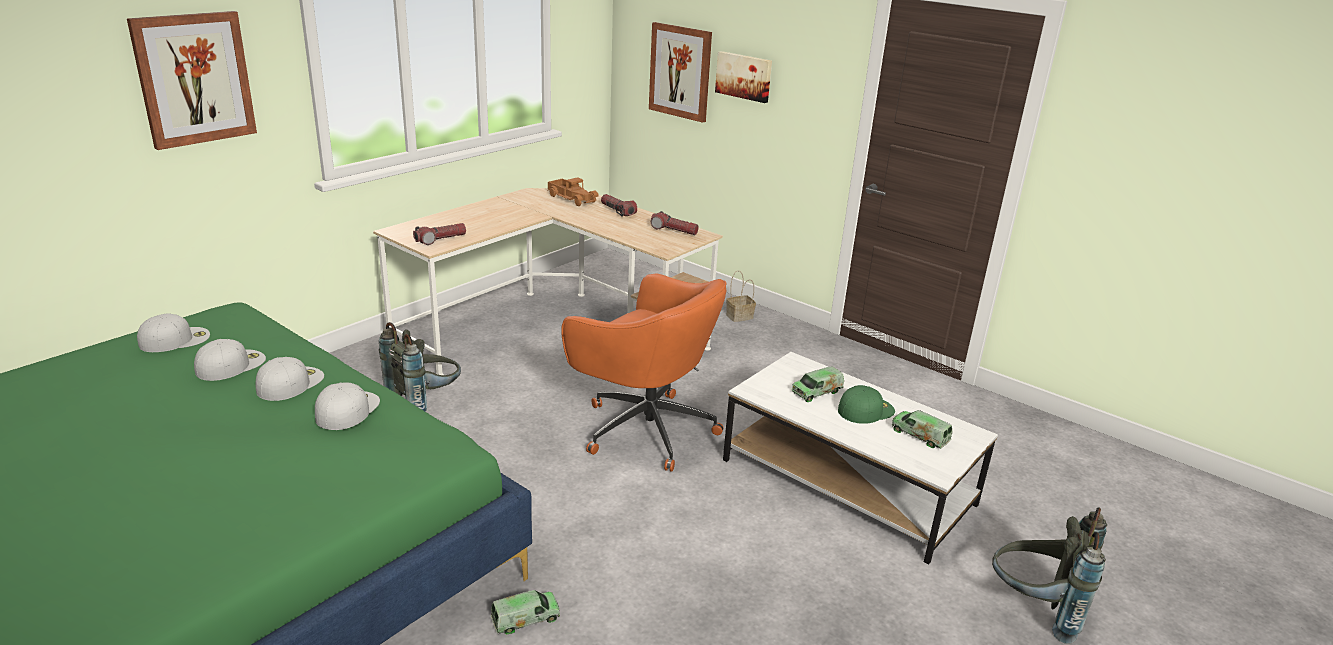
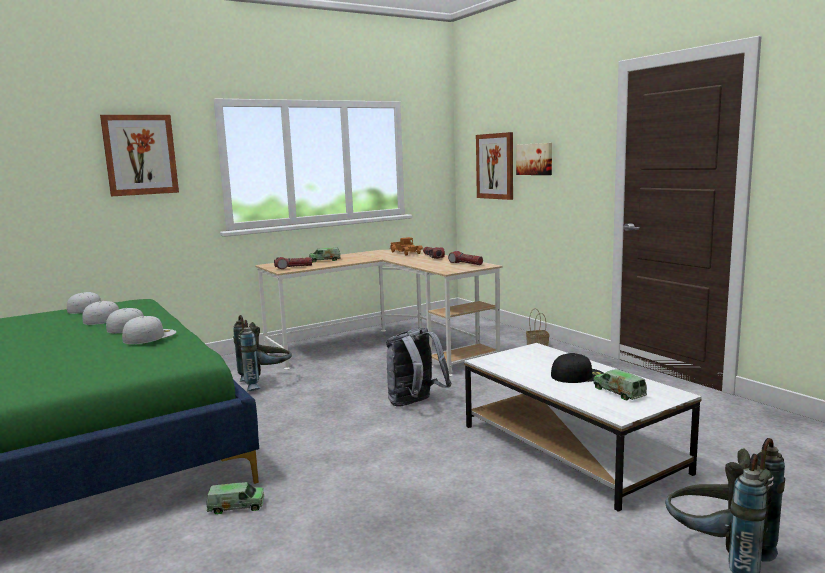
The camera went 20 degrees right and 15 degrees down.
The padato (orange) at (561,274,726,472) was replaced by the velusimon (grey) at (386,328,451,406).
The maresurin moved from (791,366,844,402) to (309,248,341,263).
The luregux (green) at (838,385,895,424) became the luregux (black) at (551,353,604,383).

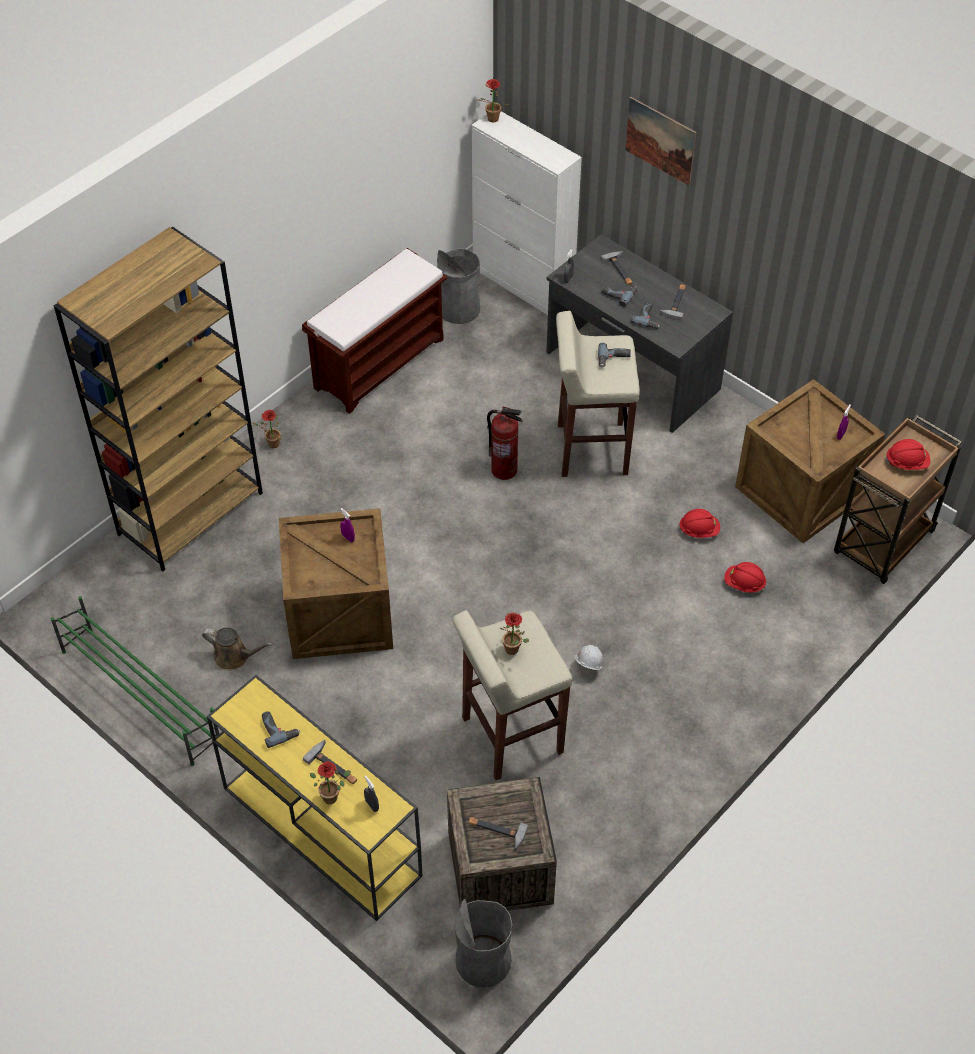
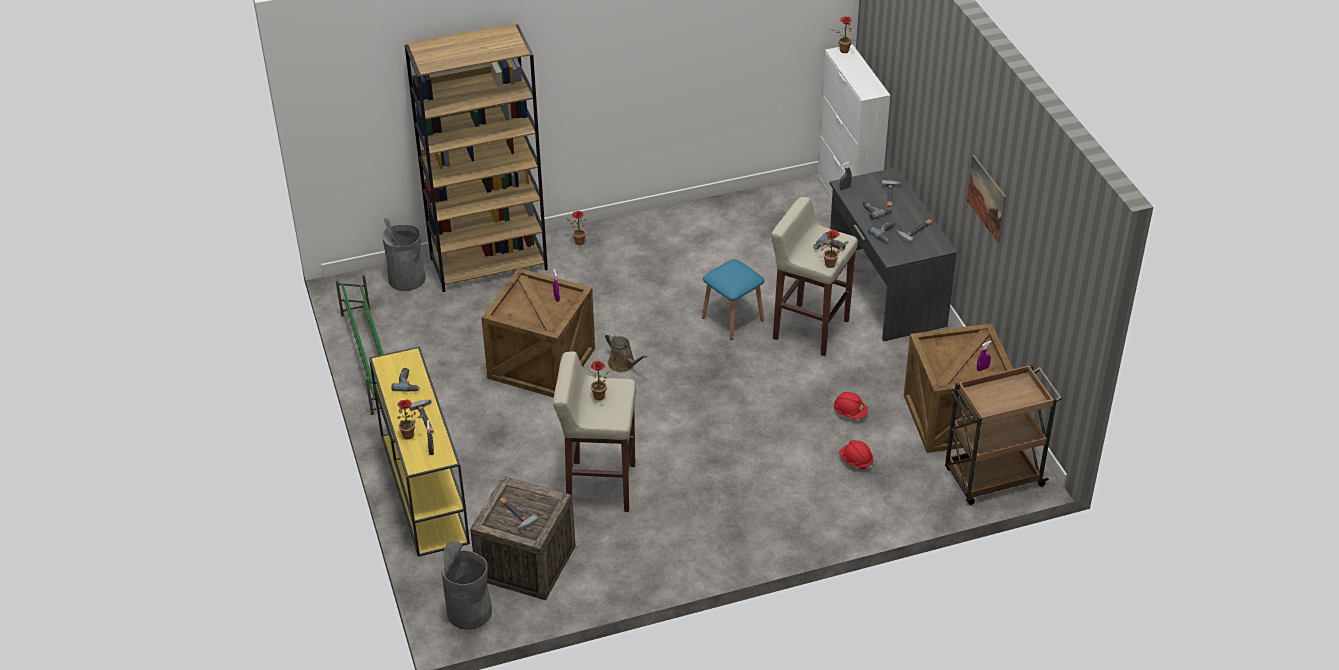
The camera went 30 degrees right and 10 degrees down.
The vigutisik moved from (625,97,697,185) to (967,155,1006,243).
The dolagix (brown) at (302,248,447,414) disappeared.
The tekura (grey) moved from (437,248,480,324) to (382,218,426,291).
The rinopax at (487,407,522,480) was replaced by the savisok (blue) at (702,259,765,340).
The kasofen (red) at (885,439,930,470) disappeared.
The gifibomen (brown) moved from (202,627,273,670) to (605,333,648,372).
The kasofen (white) at (575,645,603,670) disappeared.
The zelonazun at (819,230,849,268) appeared.

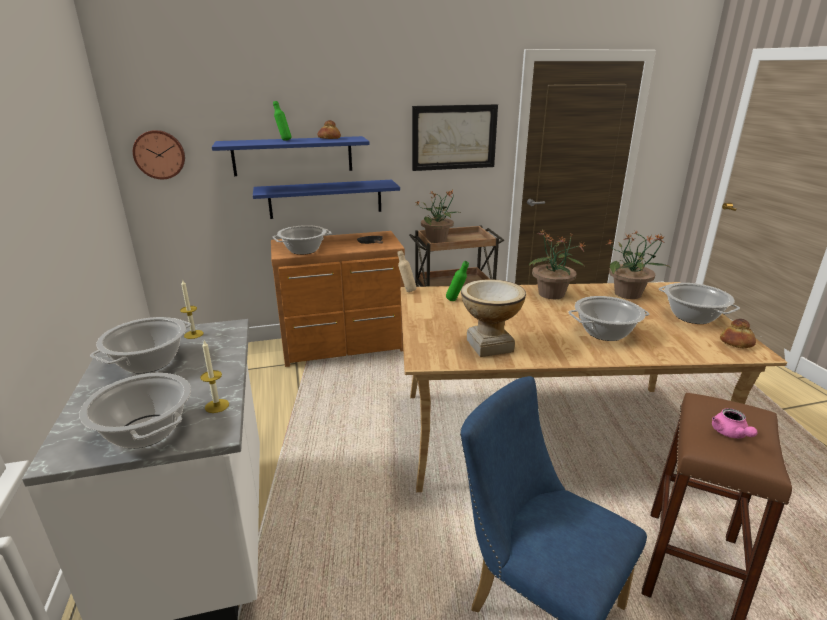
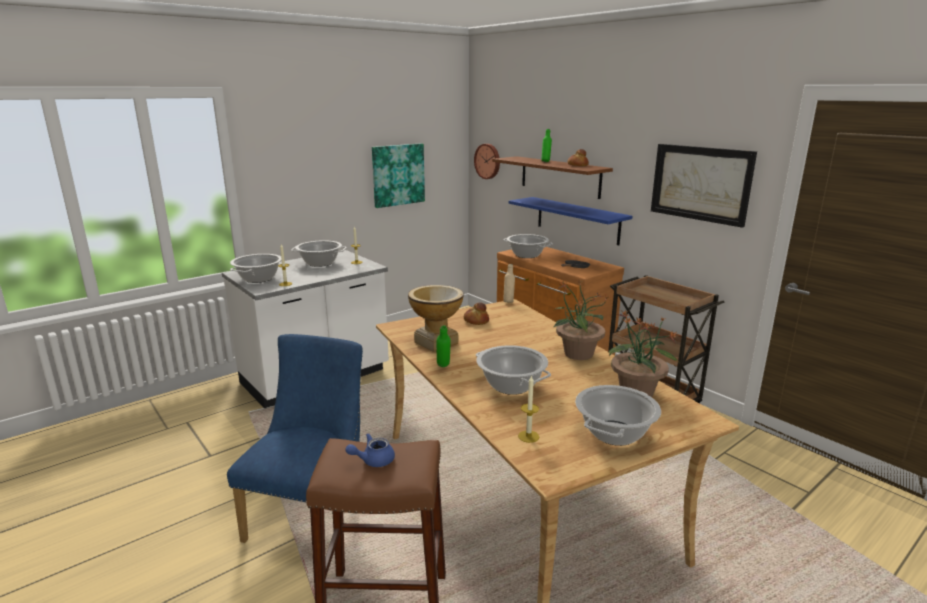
The camera went 65 degrees right and 5 degrees down.
The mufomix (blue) at (212,136,370,176) became the mufomix (brown) at (492,156,613,199).
The zelonazun at (416,190,460,243) disappeared.
The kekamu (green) moved from (446,261,469,301) to (437,325,451,367).
The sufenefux moved from (720,319,756,348) to (464,302,489,325).
The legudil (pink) at (712,408,758,438) became the legudil (blue) at (345,433,395,467).
The vigutisik at (372,143,425,208) appeared.
The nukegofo at (518,375,539,443) appeared.

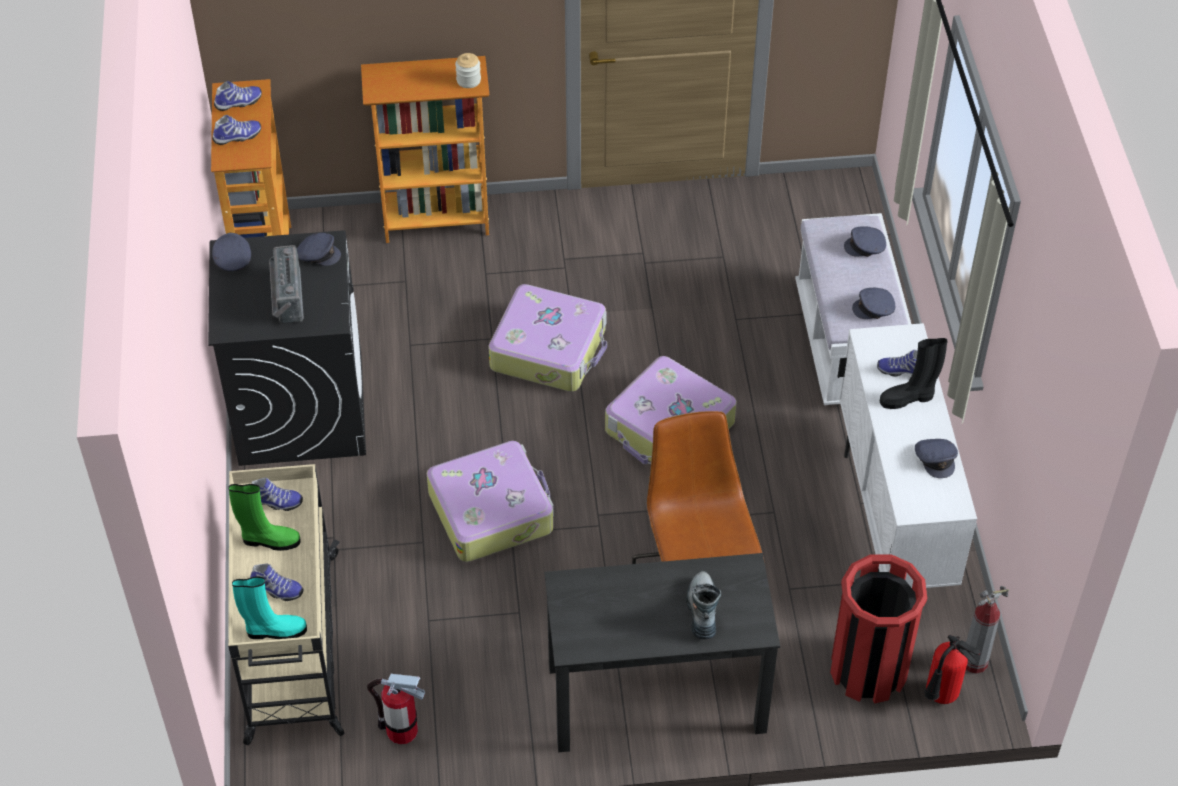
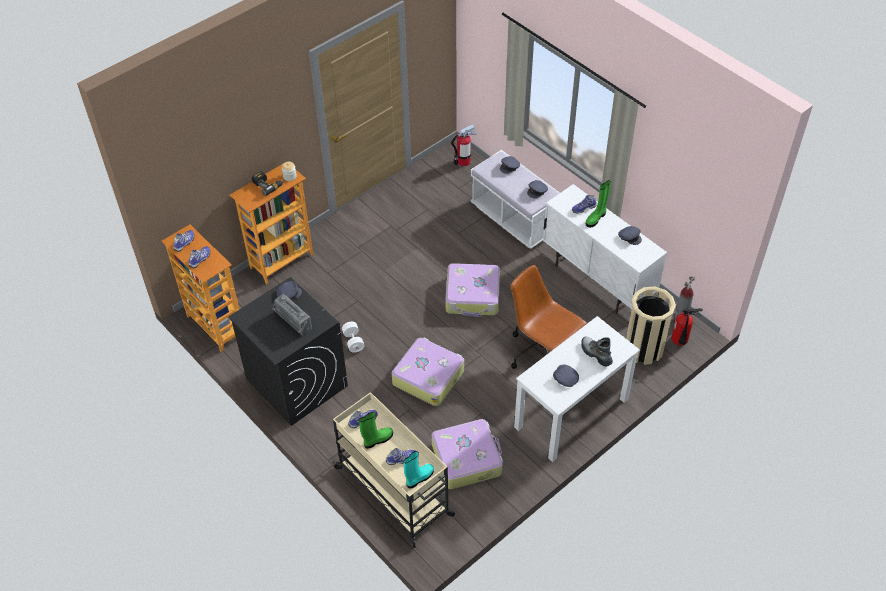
The camera went 35 degrees left and 0 degrees up.
The luregux (grey) moved from (212,233,251,271) to (553,365,579,387).
The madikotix moved from (488,284,607,392) to (432,419,503,489).
The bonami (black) at (880,338,947,409) became the bonami (green) at (586,180,611,228).
The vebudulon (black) at (544,553,780,752) became the vebudulon (white) at (514,316,640,462).
The tekura (red) at (830,555,927,704) became the tekura (beige) at (626,286,676,365).
The rinopax moved from (367,674,425,744) to (451,125,476,166).
The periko at (252,171,284,196) appeared.
The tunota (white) at (342,322,364,353) appeared.

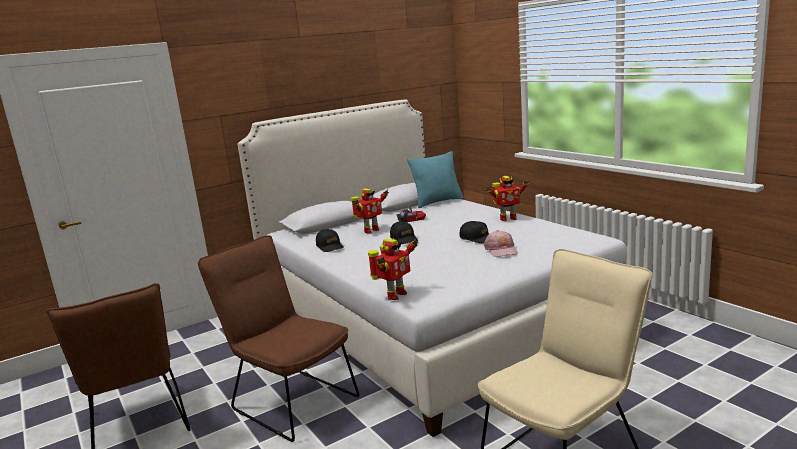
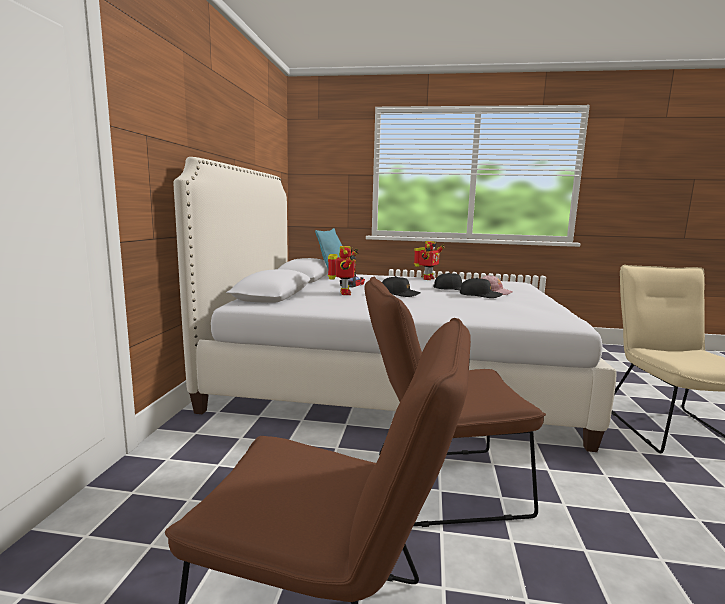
The camera went 50 degrees left and 5 degrees down.
The luregux (black) moved from (316,229,344,252) to (460,278,503,298).
The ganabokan at (368,238,418,300) disappeared.

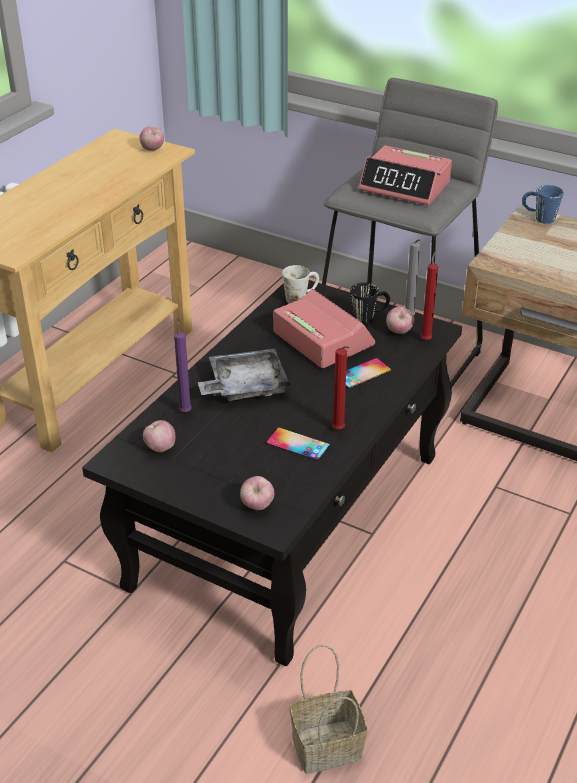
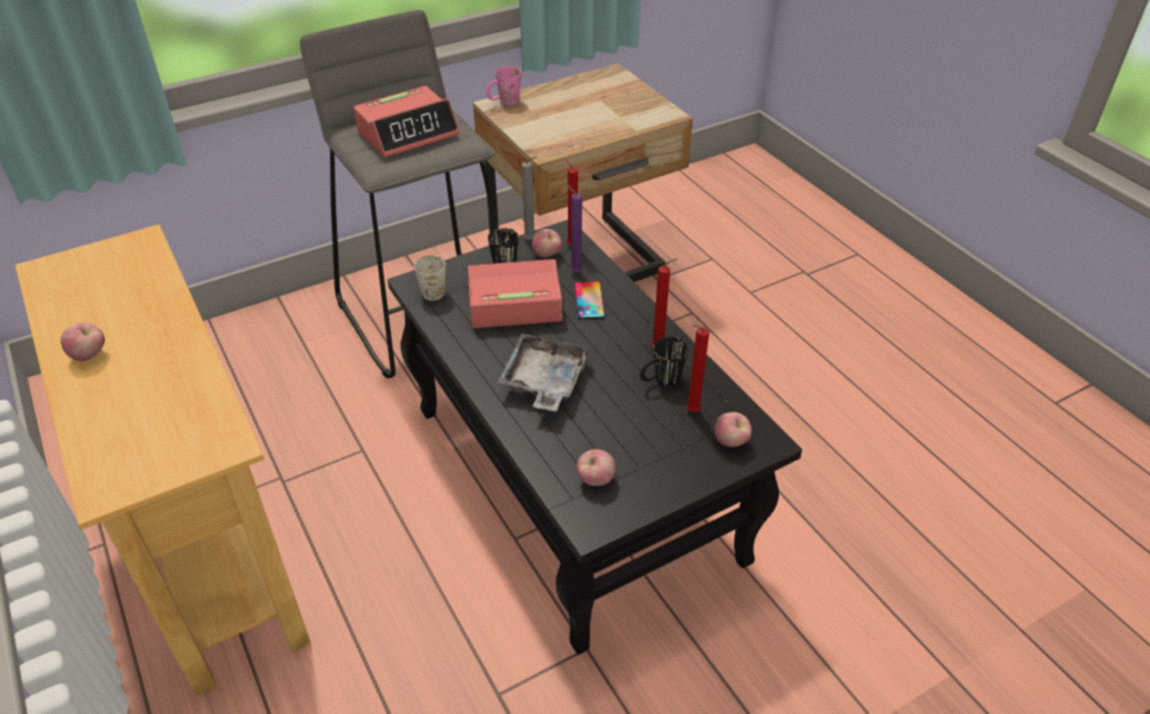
The camera went 60 degrees left and 5 degrees up.
The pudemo moved from (140,126,164,151) to (61,323,105,361).
The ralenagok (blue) at (522,185,564,224) became the ralenagok (pink) at (486,66,522,105).
The nukegofo (purple) moved from (174,319,192,412) to (566,184,583,273).
The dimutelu at (267,427,330,461) was replaced by the ralenagok (black) at (640,337,688,386).
The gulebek at (290,645,367,774) disappeared.
The nukegofo (red) at (686,325,709,412) appeared.

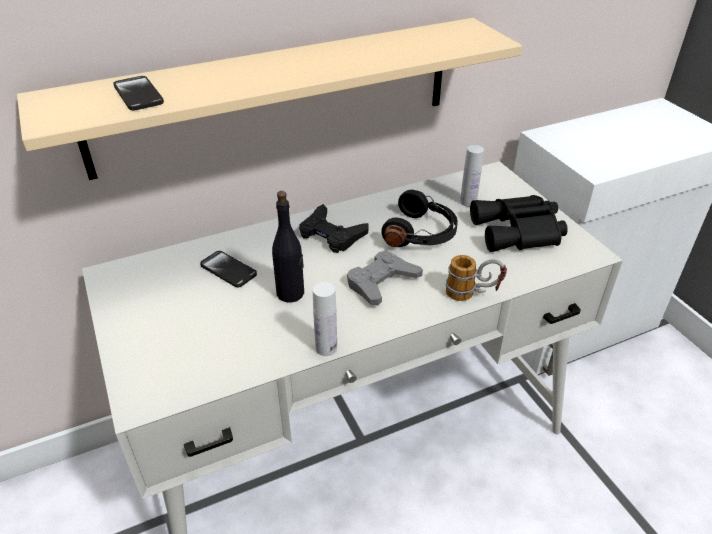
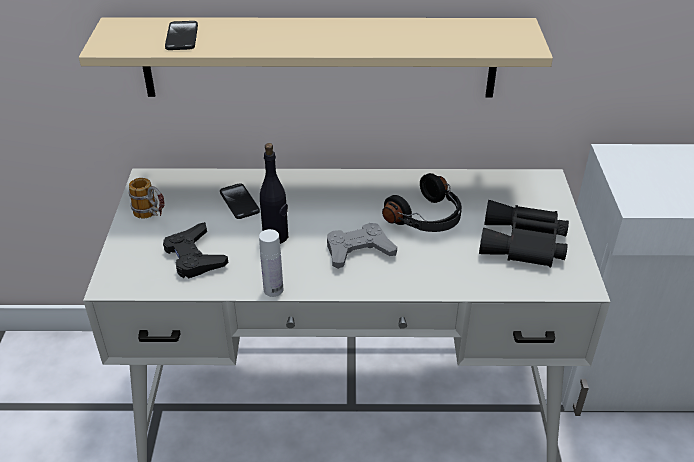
The camera went 25 degrees right and 0 degrees up.
The kekamu (white) at (460,145,484,207) disappeared.
The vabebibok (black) moved from (299,204,369,253) to (163,222,228,278).
The ralenagok moved from (446,255,507,301) to (128,178,165,219).

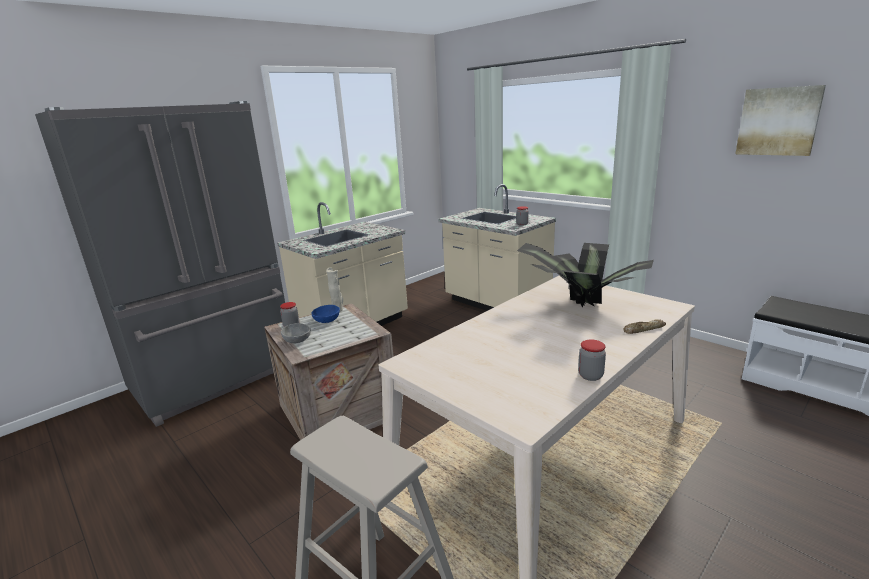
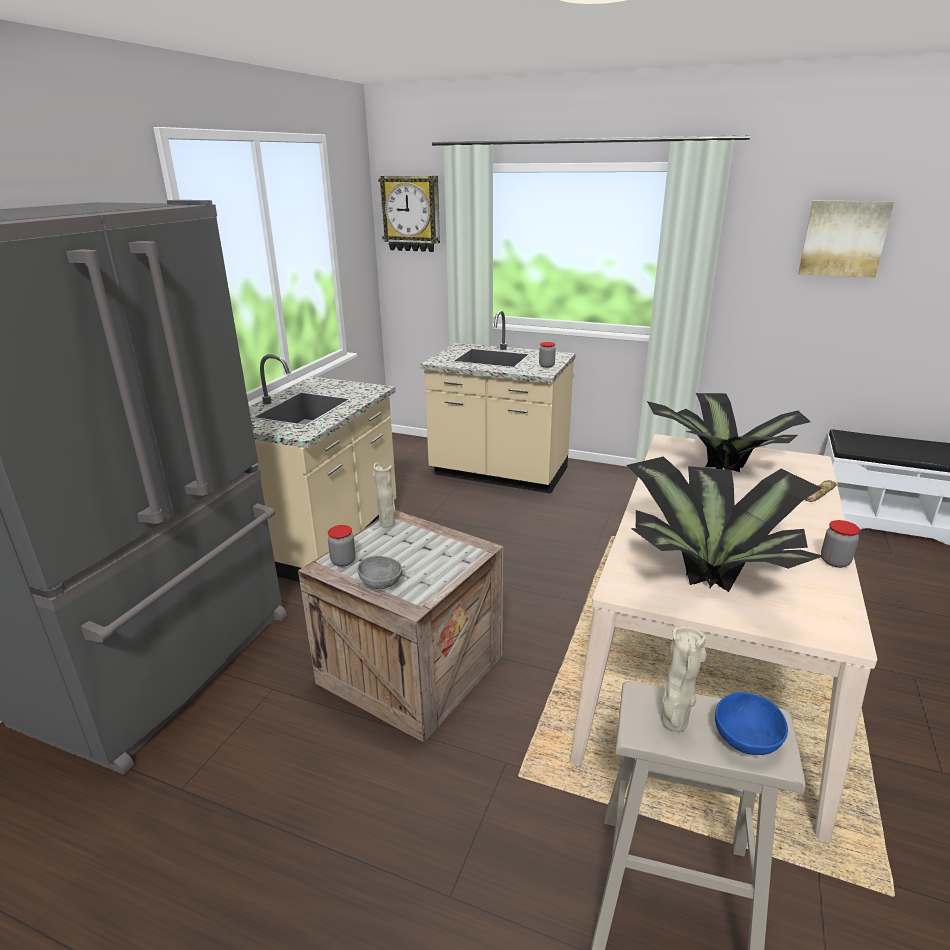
The camera went 25 degrees left and 5 degrees up.
The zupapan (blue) moved from (312,305,340,323) to (715,692,788,755).
The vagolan at (378,176,440,252) appeared.
The zelonazun at (626,456,823,592) appeared.
The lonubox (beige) at (661,626,707,732) appeared.

